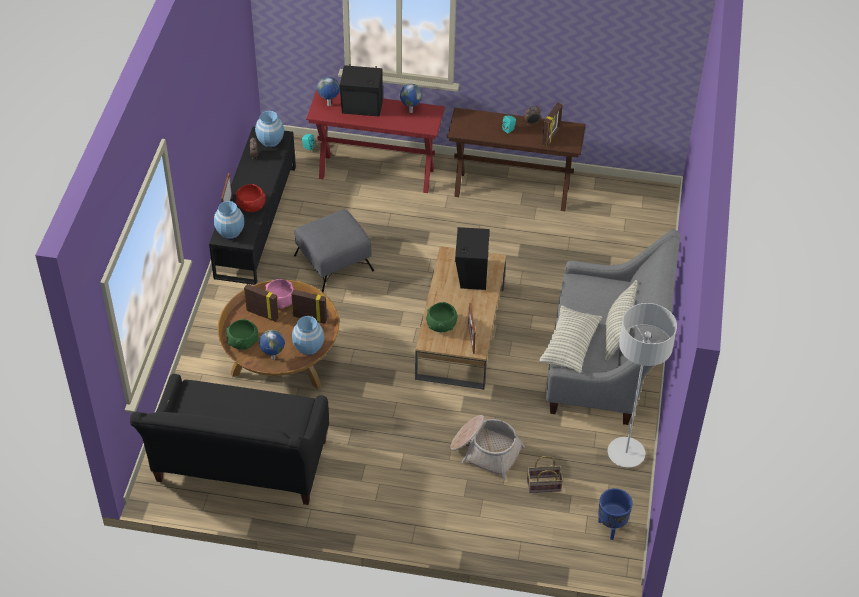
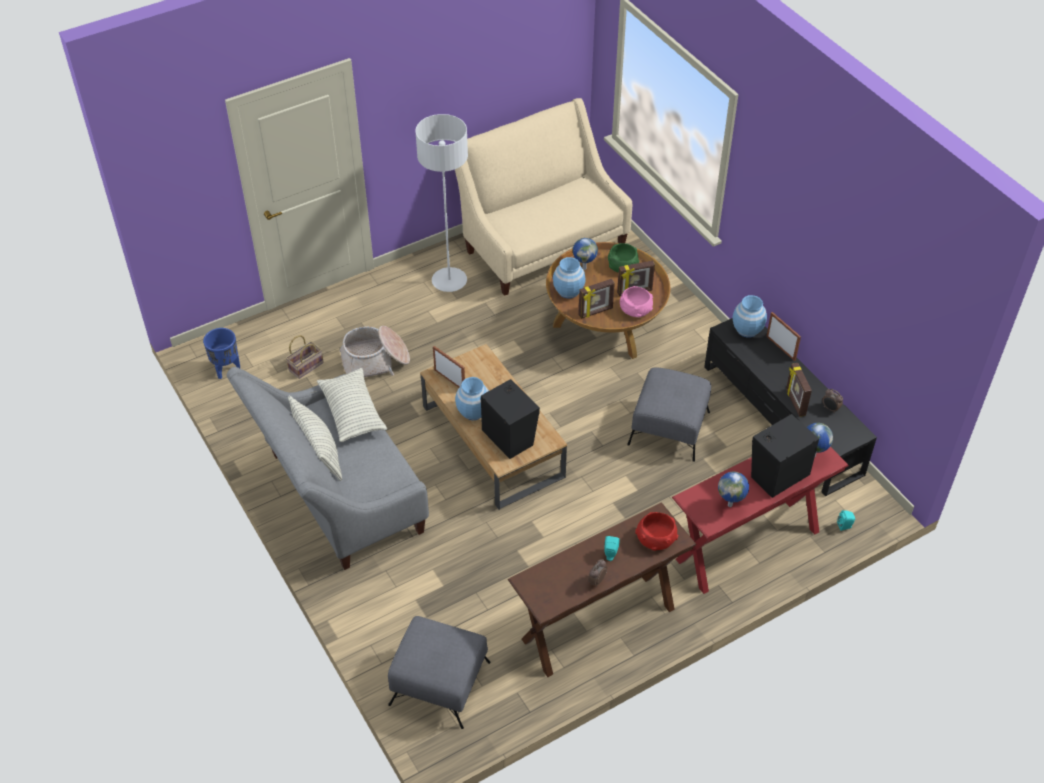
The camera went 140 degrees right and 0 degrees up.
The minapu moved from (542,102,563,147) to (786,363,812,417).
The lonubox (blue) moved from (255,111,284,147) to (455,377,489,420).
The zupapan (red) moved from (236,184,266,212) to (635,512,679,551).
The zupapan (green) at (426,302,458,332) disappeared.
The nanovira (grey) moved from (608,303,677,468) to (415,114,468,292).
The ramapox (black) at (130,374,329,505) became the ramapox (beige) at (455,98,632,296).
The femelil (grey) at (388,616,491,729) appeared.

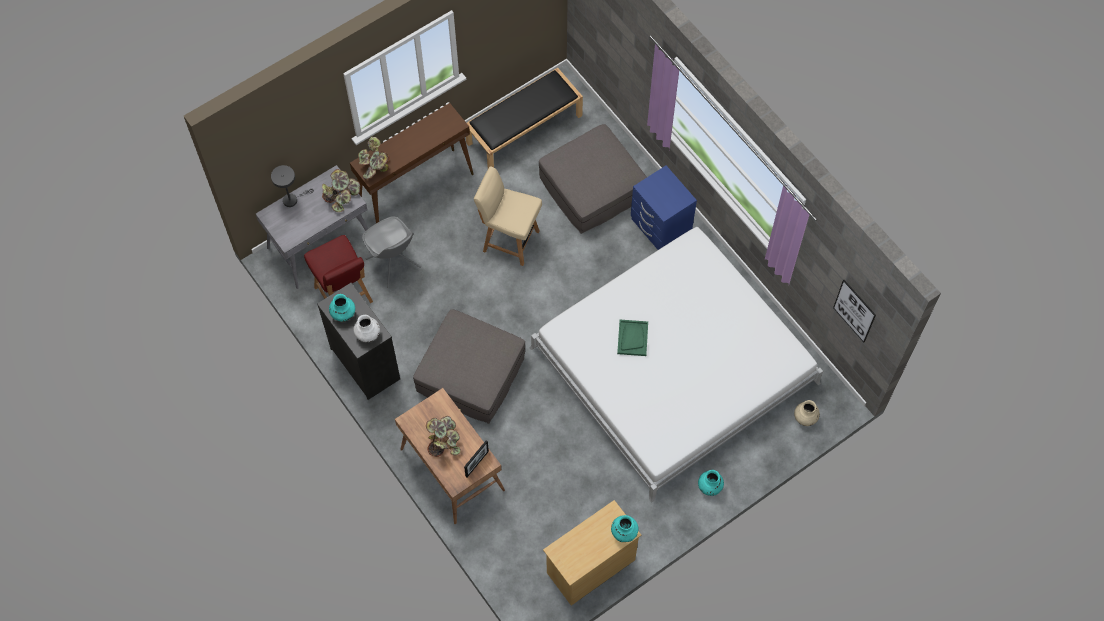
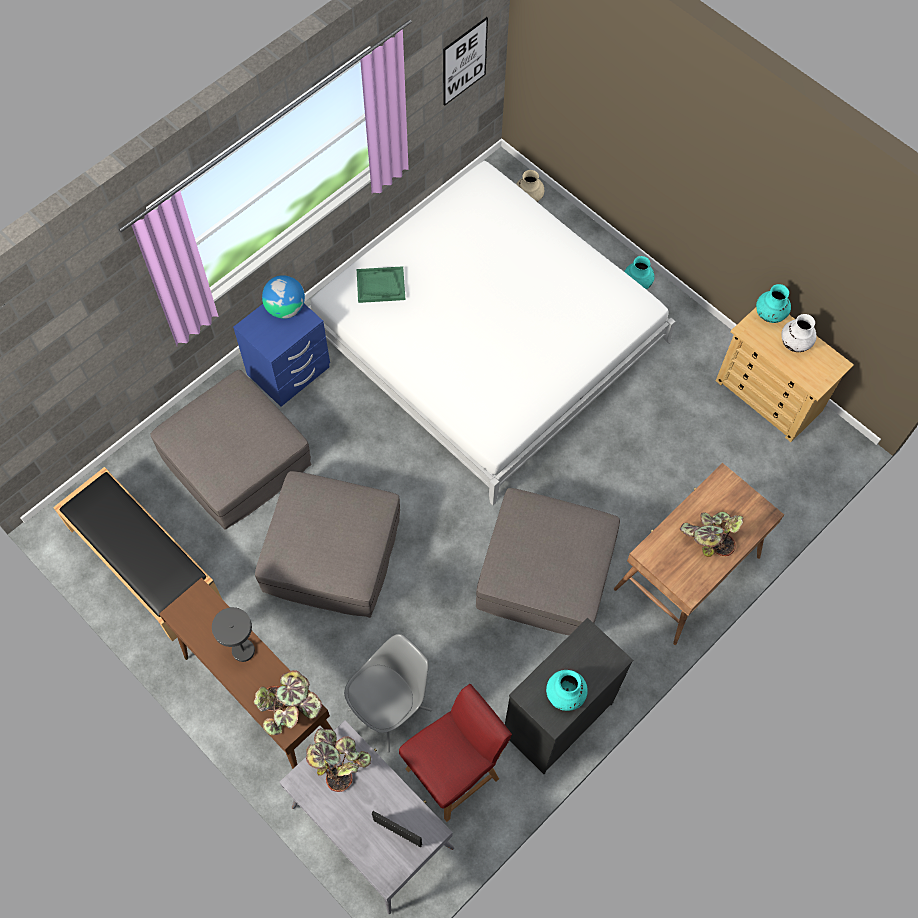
The camera went 100 degrees left and 0 degrees up.
The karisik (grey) moved from (271,165,314,207) to (212,607,255,662).
The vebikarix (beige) at (474,166,542,266) was replaced by the femelil (grey) at (255,471,400,618).
The lonubox (white) moved from (353,315,380,342) to (781,314,816,352).
The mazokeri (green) moved from (617,320,648,356) to (357,266,405,303).
The minapu moved from (464,440,489,477) to (372,811,422,847).
The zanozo at (262,275,305,319) appeared.

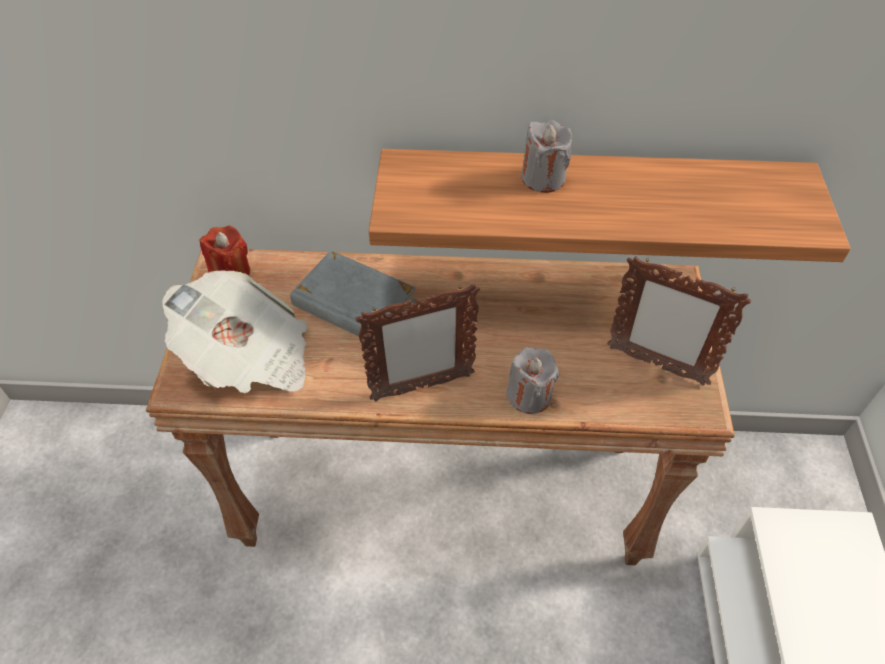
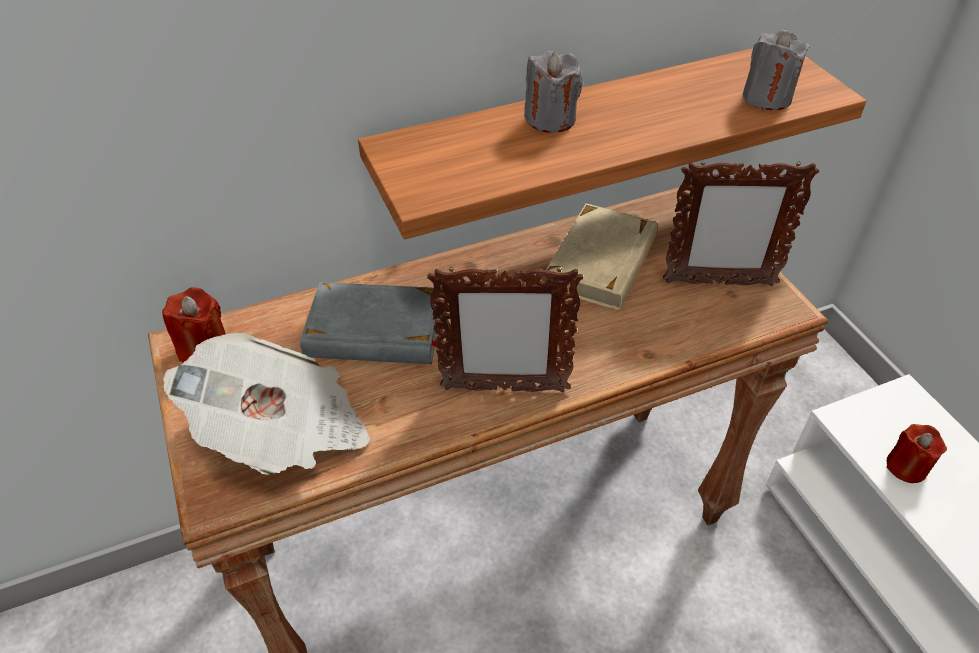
The camera went 25 degrees left and 5 degrees down.
The minapu at (356,283,480,401) turned 45 degrees clockwise.
The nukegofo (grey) moved from (506,347,559,414) to (743,30,809,110).
The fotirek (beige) at (546,203,658,310) appeared.
The nukegofo (red) at (886,424,947,483) appeared.

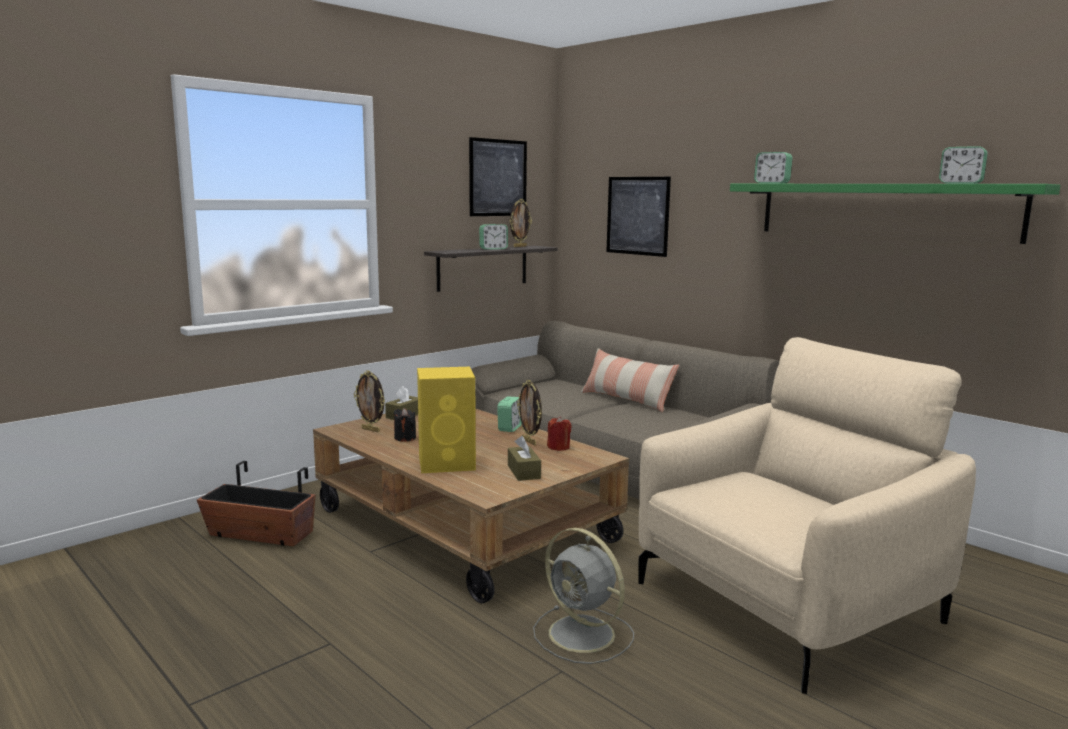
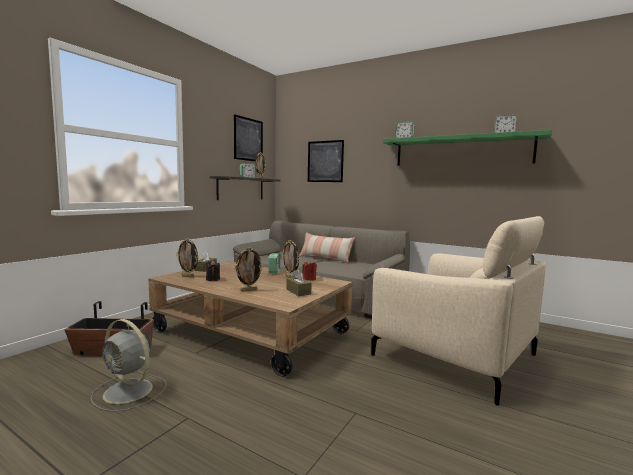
The camera went 15 degrees left and 5 degrees down.
The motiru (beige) at (638,337,976,694) turned 90 degrees clockwise.
The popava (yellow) at (417,367,476,473) was replaced by the minapu at (235,247,263,292).
The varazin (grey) moved from (533,528,634,664) to (90,319,166,412).

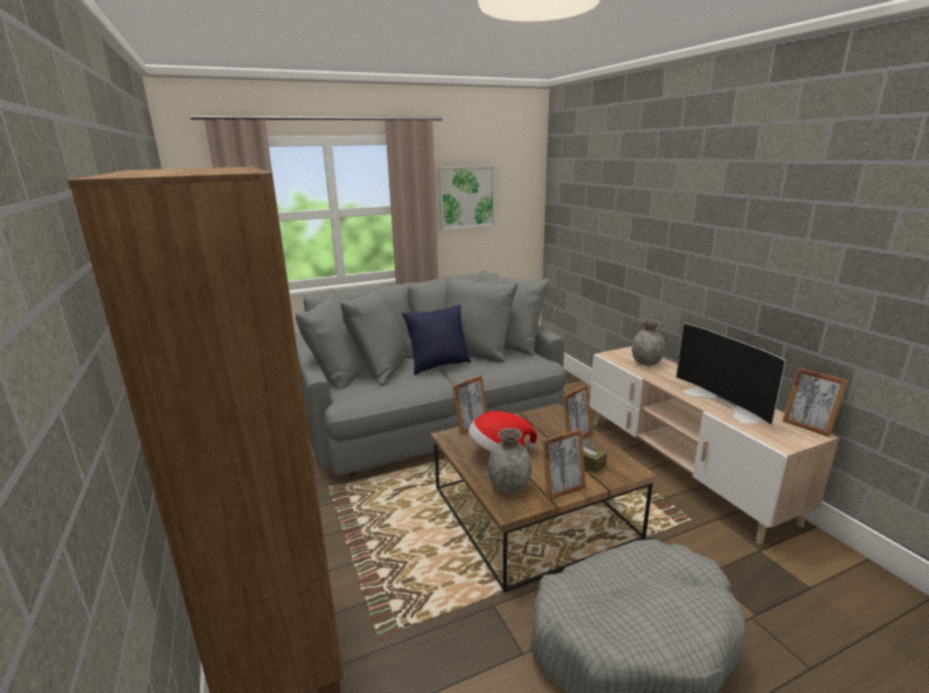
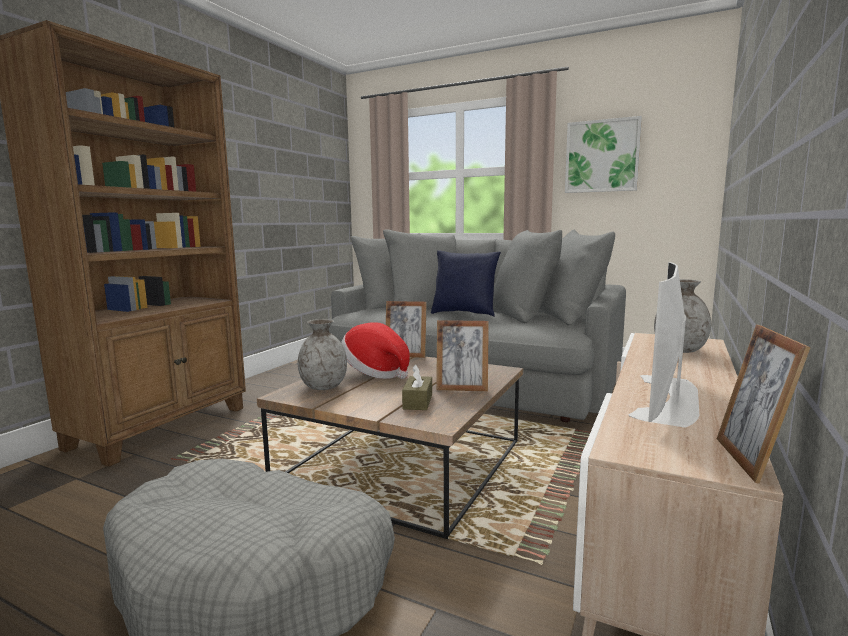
The camera went 50 degrees right and 10 degrees down.
The minapu at (542,429,586,501) disappeared.

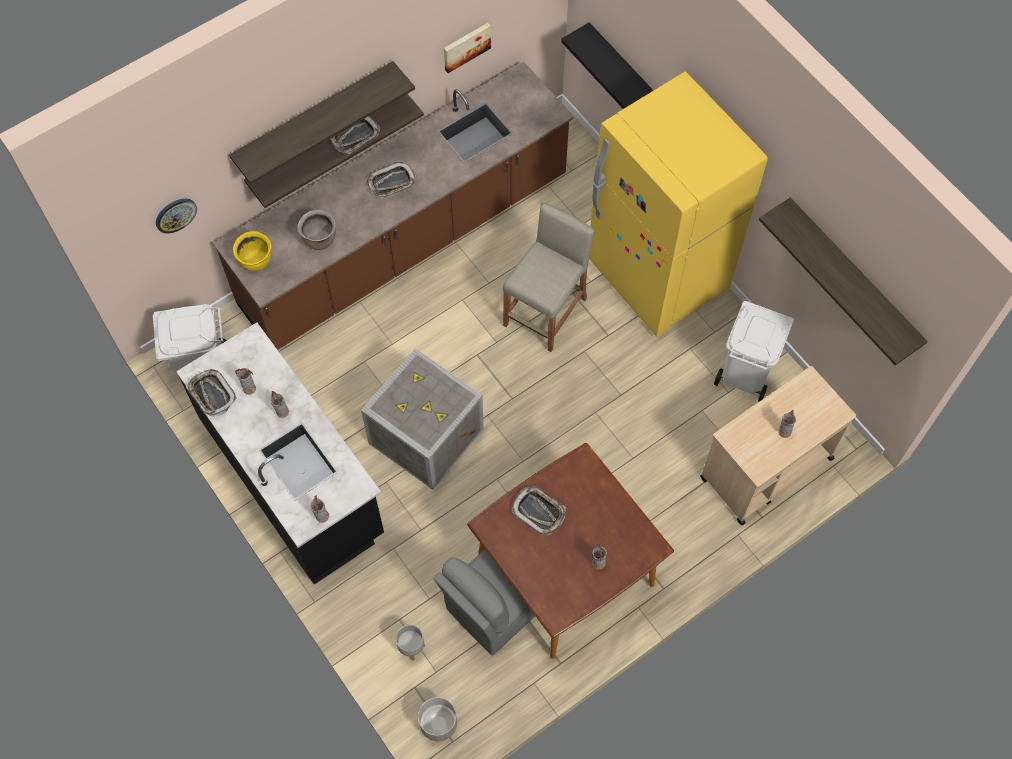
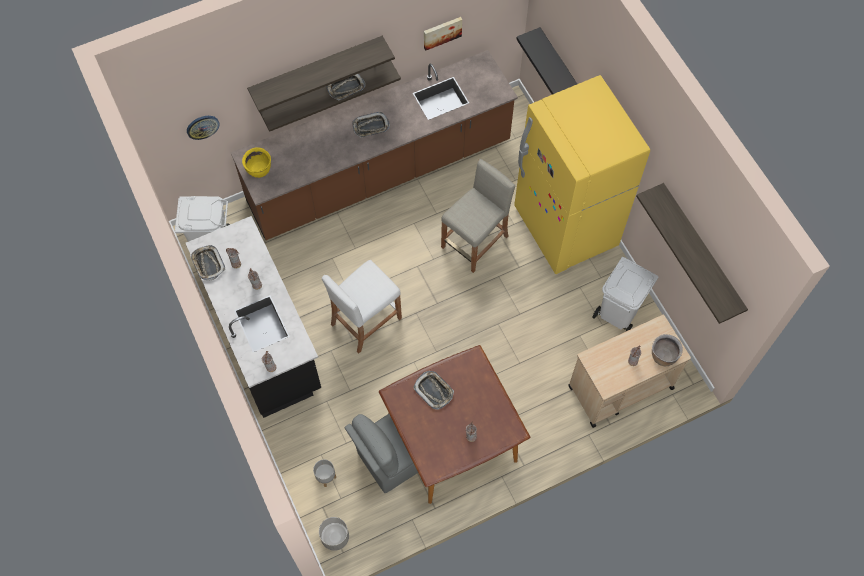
The camera went 10 degrees right and 0 degrees up.
The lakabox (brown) moved from (298,210,336,250) to (652,334,683,366).
The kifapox at (361,349,484,490) was replaced by the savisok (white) at (322,260,402,353).

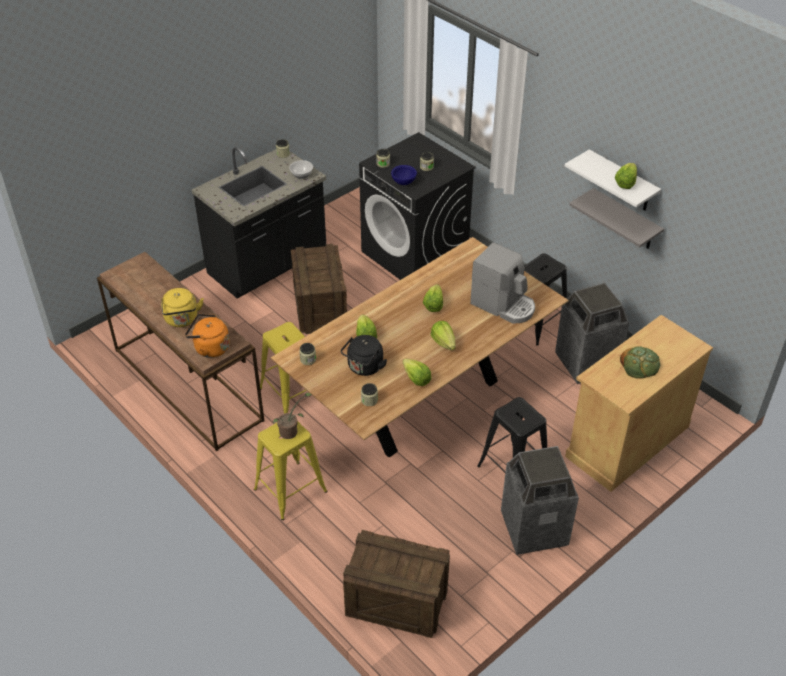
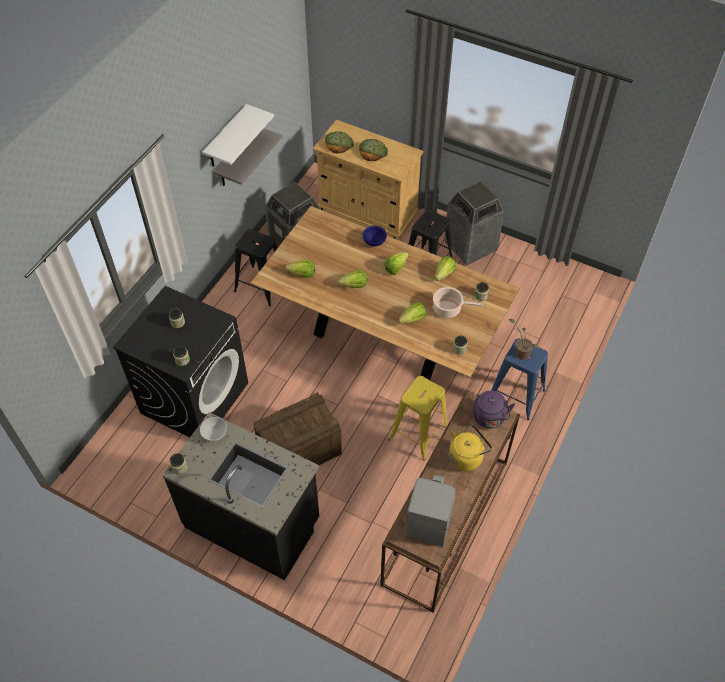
The camera went 110 degrees left and 10 degrees up.
The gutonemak moved from (615,163,637,189) to (285,260,315,278).
The zupapan (blue) moved from (391,165,417,185) to (363,226,387,247).
The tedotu moved from (470,242,535,324) to (405,475,456,547).
The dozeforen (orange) at (185,314,230,358) became the dozeforen (purple) at (473,390,515,428).
The dozeforen (black) at (341,335,387,376) was replaced by the lakabox at (433,287,483,318).
The savisok (yellow) at (254,422,327,520) became the savisok (blue) at (492,339,548,420).
The kifapox at (343,530,450,638) disappeared.
The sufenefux at (325,131,354,154) appeared.

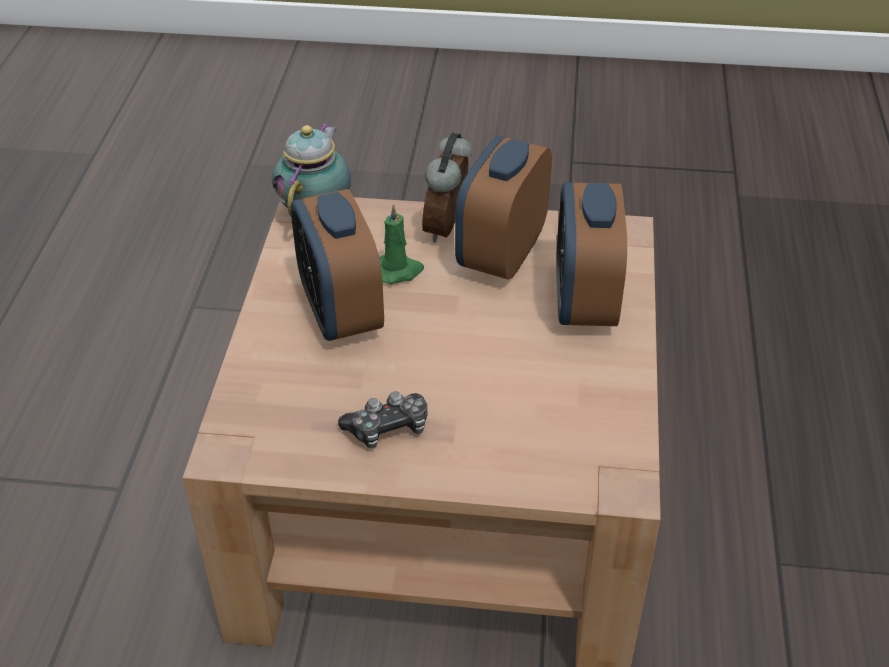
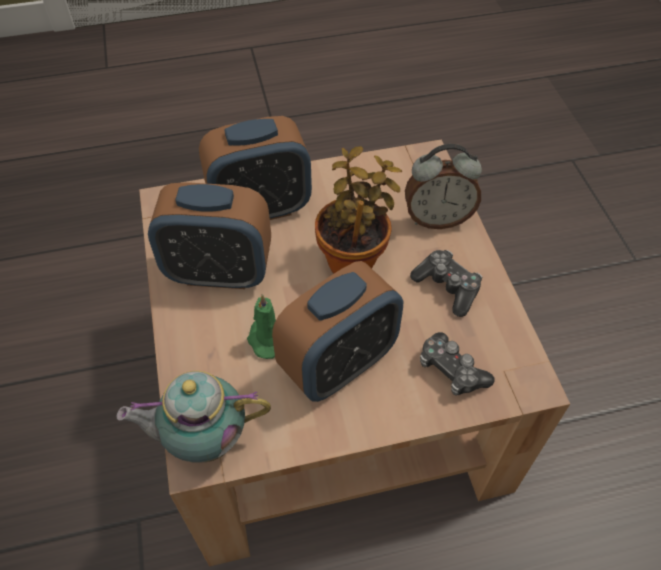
The camera went 110 degrees left and 10 degrees up.
The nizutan moved from (422,132,473,243) to (405,144,482,229).
The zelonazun at (315,146,402,273) appeared.
The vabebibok at (420,332,495,395) appeared.

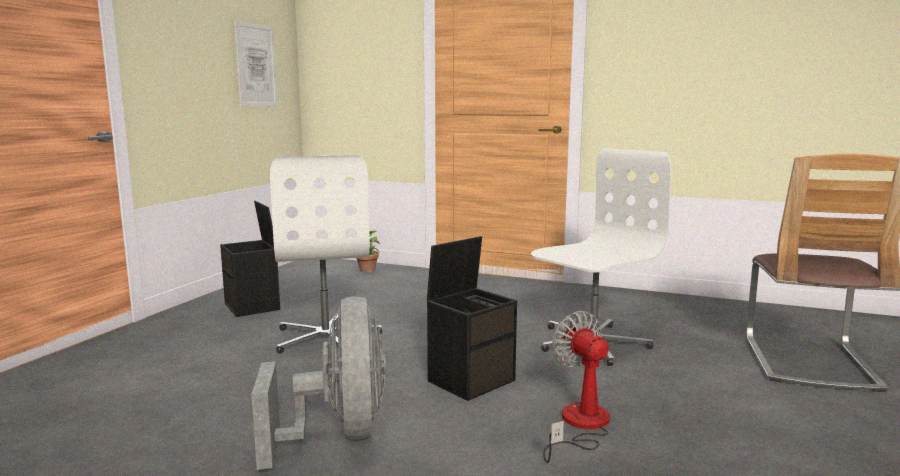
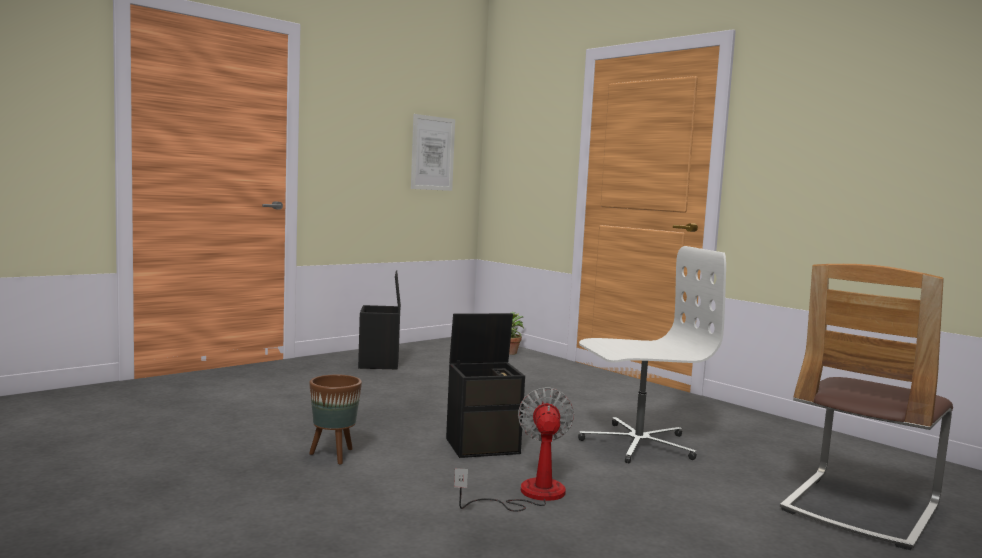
The camera went 25 degrees right and 5 degrees down.
The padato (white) at (270,155,382,354) disappeared.
The varazin (grey) at (252,296,386,470) was replaced by the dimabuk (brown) at (309,374,362,464).

